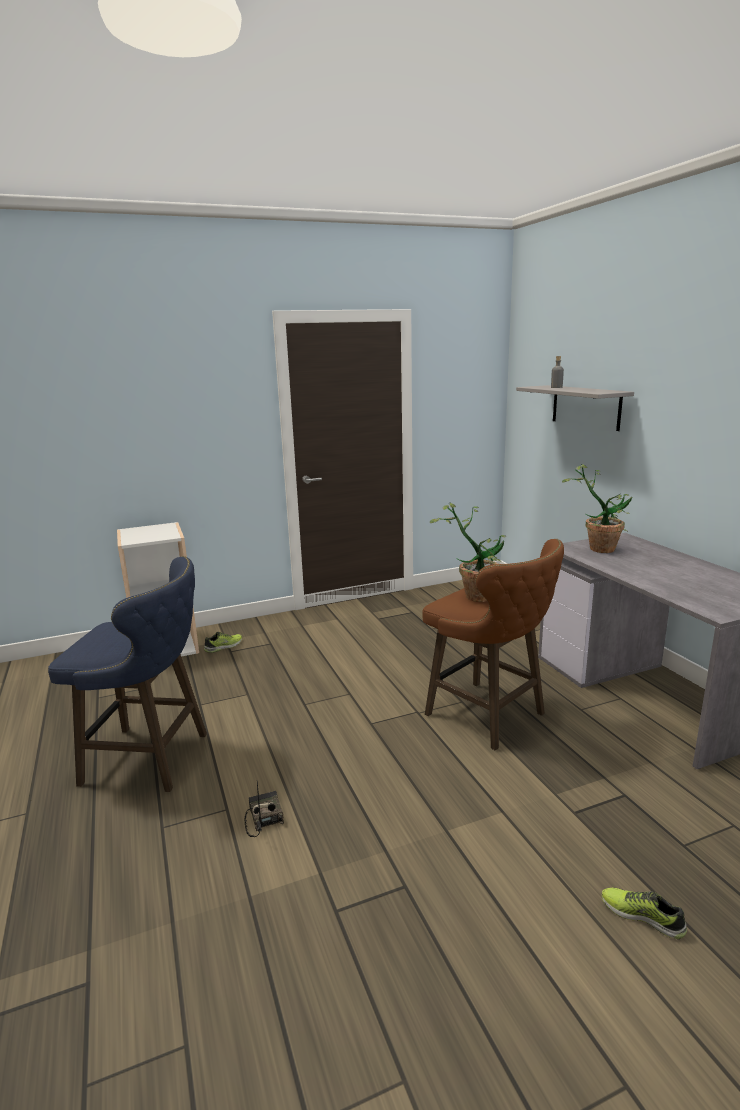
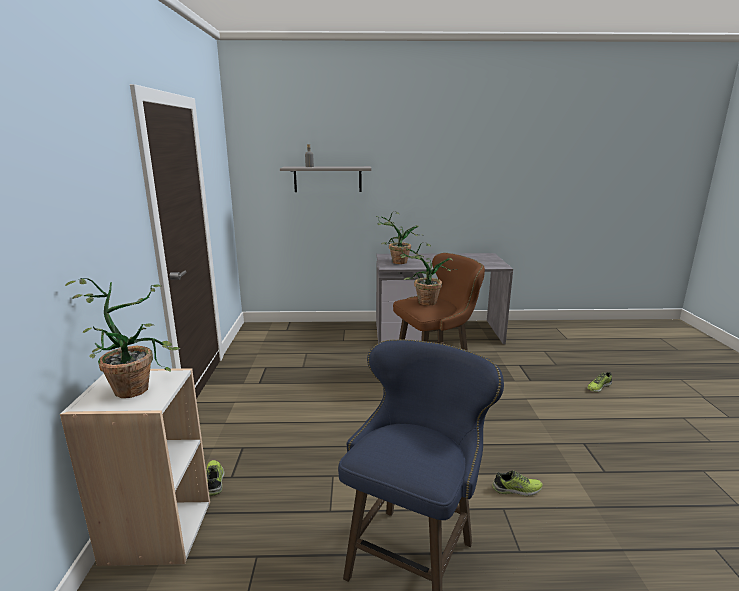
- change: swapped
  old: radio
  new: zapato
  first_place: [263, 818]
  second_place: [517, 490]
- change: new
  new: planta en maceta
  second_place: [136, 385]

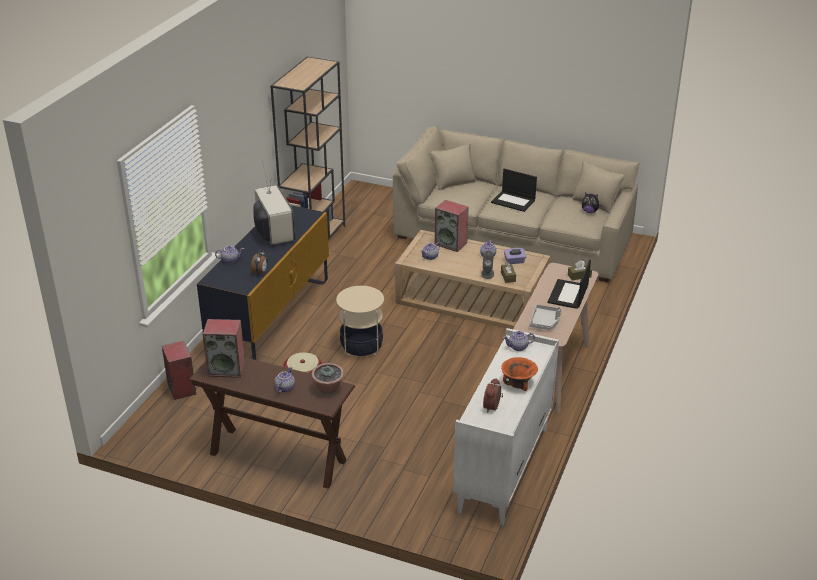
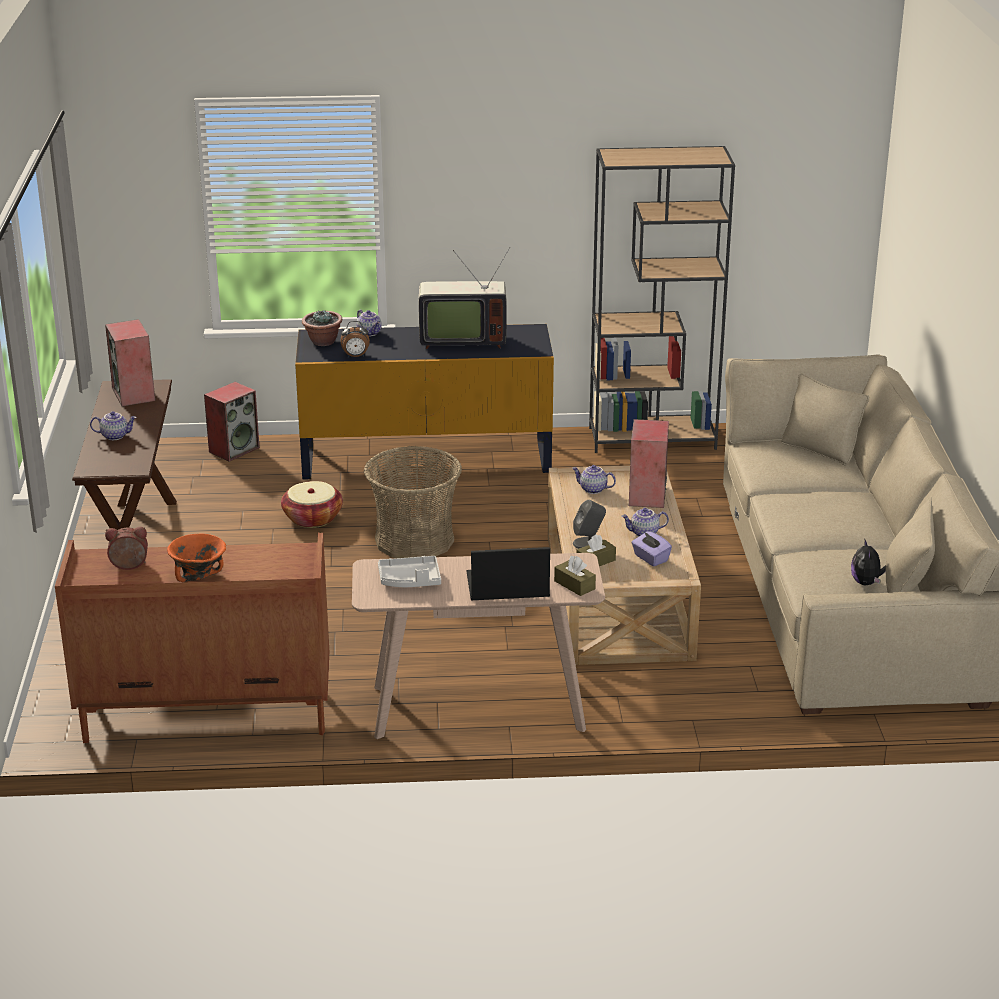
- change: rotated
  old: televisor
  first_place: [273, 233]
  second_place: [461, 340]
  degrees: 45
- change: shifted
  old: planta en maceta
  first_place: [328, 389]
  second_place: [323, 342]
- change: swapped
  old: mesa auxiliar [beis]
  new: cesta
  first_place: [361, 347]
  second_place: [414, 540]
- change: repainted
  old: armario [blanco]
  new: armario [marrón]
  first_place: [503, 469]
  second_place: [205, 717]
- change: gone
  old: portátil
  first_place: [513, 201]
- change: gone
  old: tetera
  first_place: [518, 347]

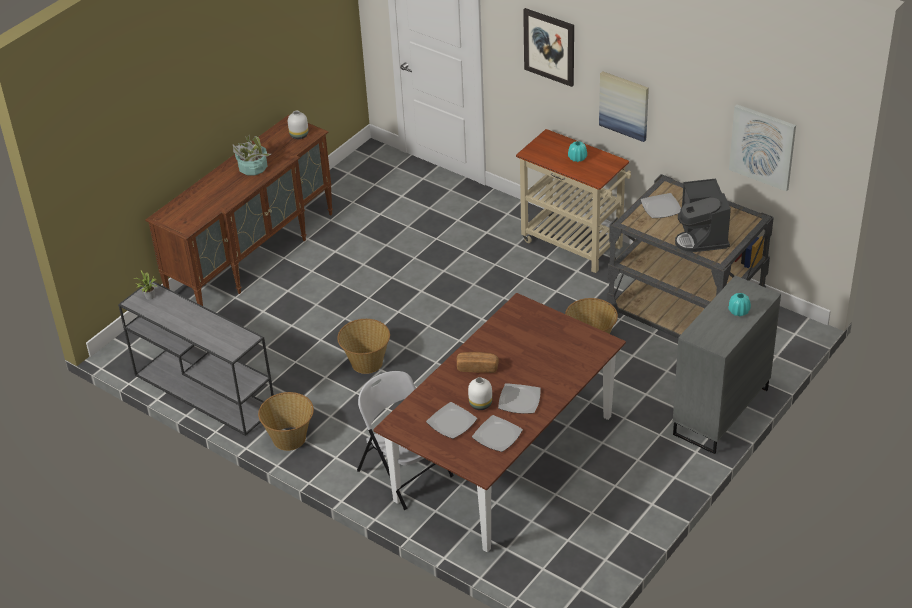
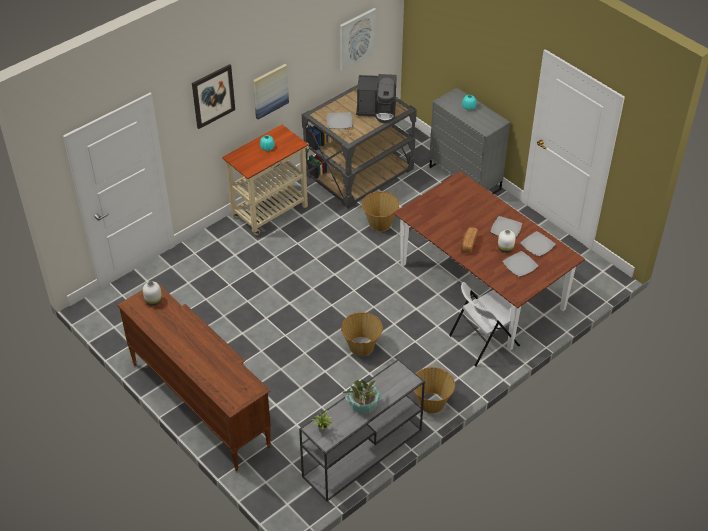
- change: shifted
  old: planta en maceta
  first_place: [253, 168]
  second_place: [363, 405]

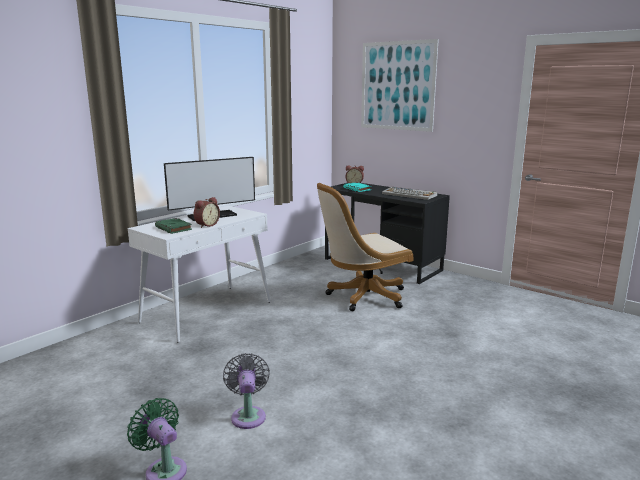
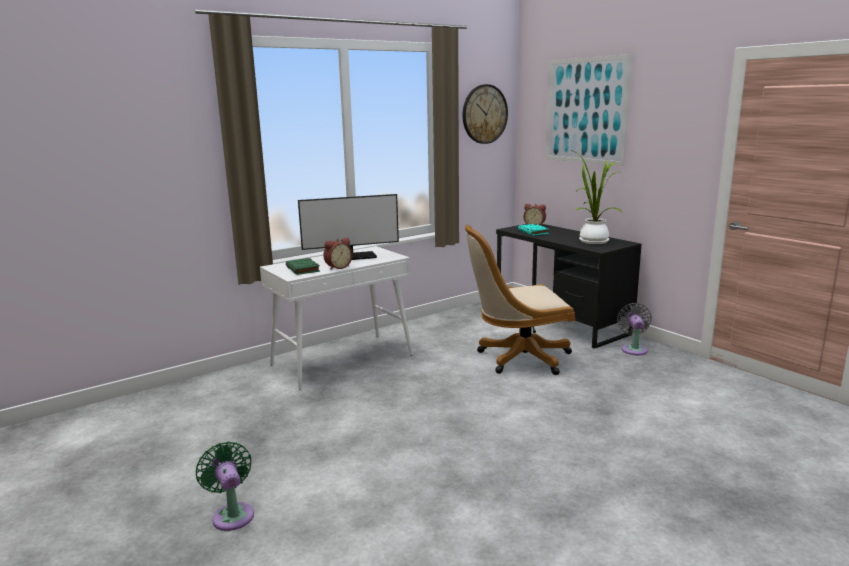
- change: shifted
  old: ventilador [gris]
  first_place: [248, 415]
  second_place: [633, 349]
- change: swapped
  old: teclado
  new: planta en maceta
  first_place: [410, 194]
  second_place: [591, 241]
- change: new
  new: reloj de pared
  second_place: [484, 114]

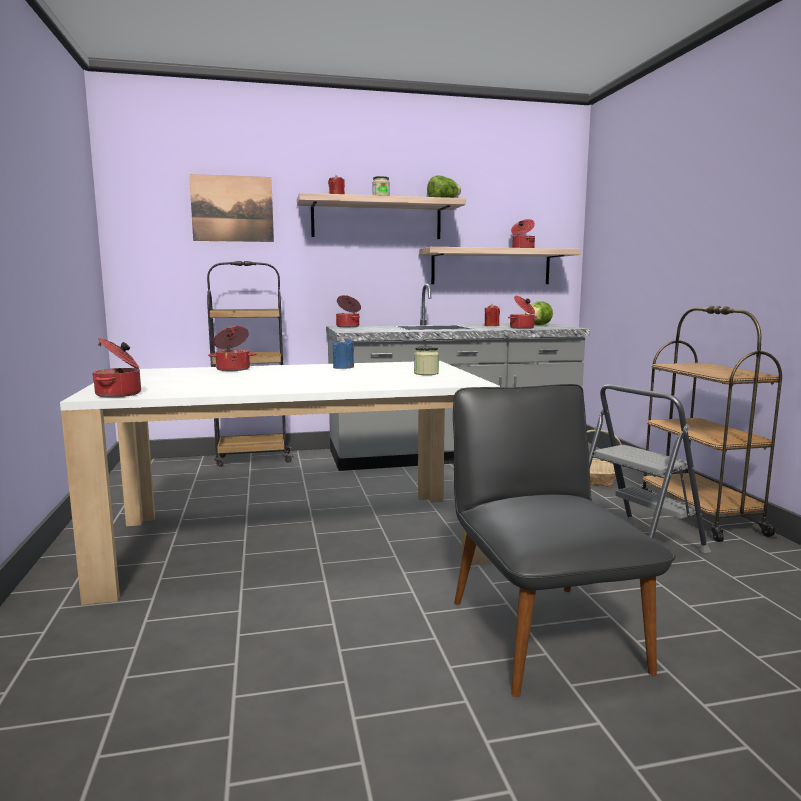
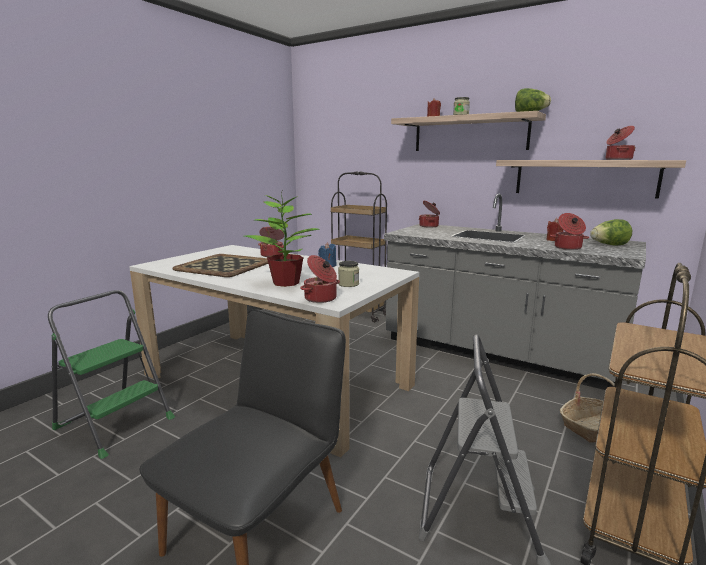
- change: shifted
  old: olla
  first_place: [120, 394]
  second_place: [321, 298]
- change: gone
  old: cuadro
  first_place: [232, 208]
- change: new
  new: escalera de tijera [verde]
  second_place: [112, 421]
- change: new
  new: bandeja
  second_place: [223, 266]
- change: new
  new: planta en maceta
  second_place: [287, 283]

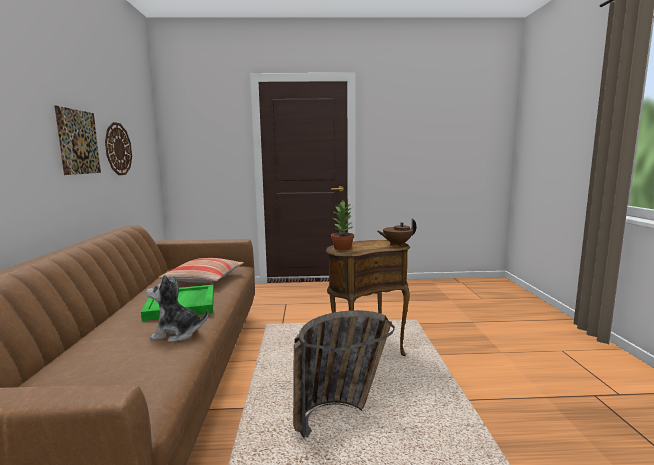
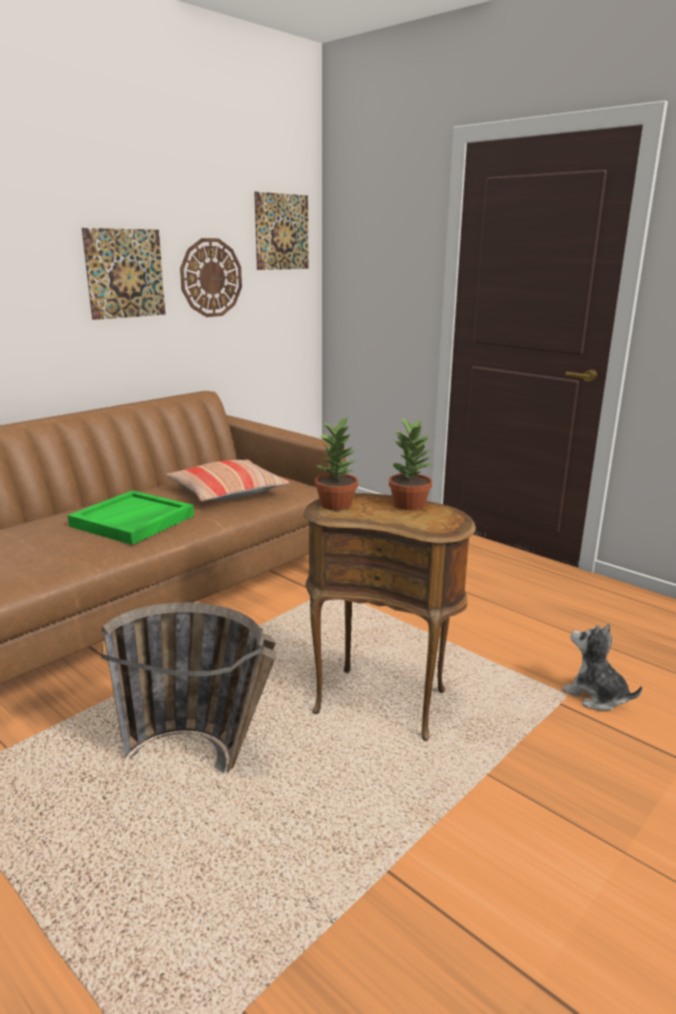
- change: shifted
  old: peluche
  first_place: [177, 334]
  second_place: [595, 696]
- change: gone
  old: tetera [marrón]
  first_place: [396, 244]
- change: new
  new: cuadro
  second_place: [282, 232]
- change: new
  new: planta en maceta
  second_place: [409, 504]

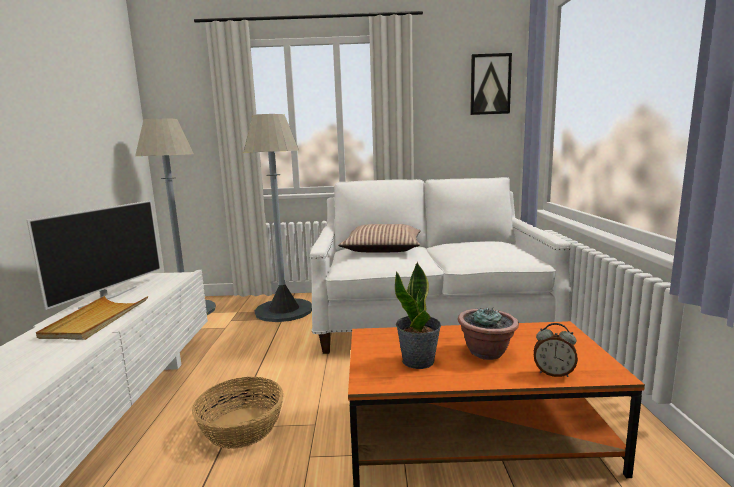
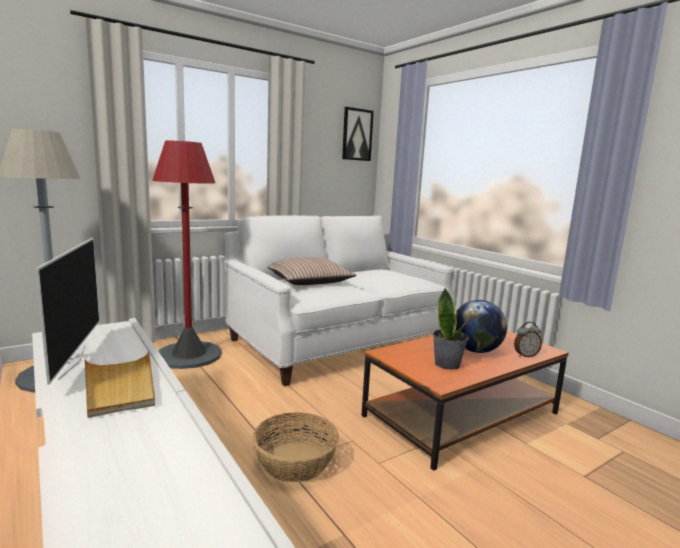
- change: repainted
  old: lámpara de pie [gris]
  new: lámpara de pie [rojo]
  first_place: [284, 310]
  second_place: [189, 355]
- change: swapped
  old: planta en maceta
  new: globo terráqueo
  first_place: [486, 352]
  second_place: [475, 351]

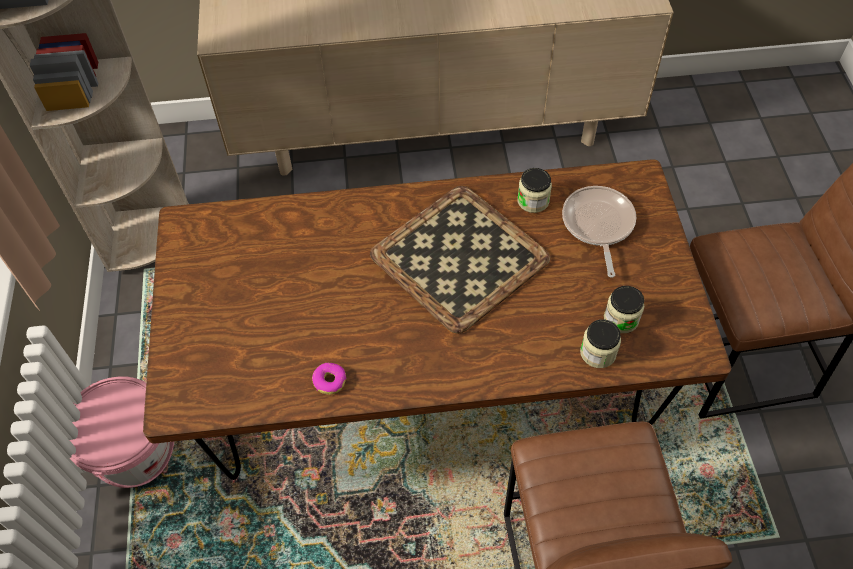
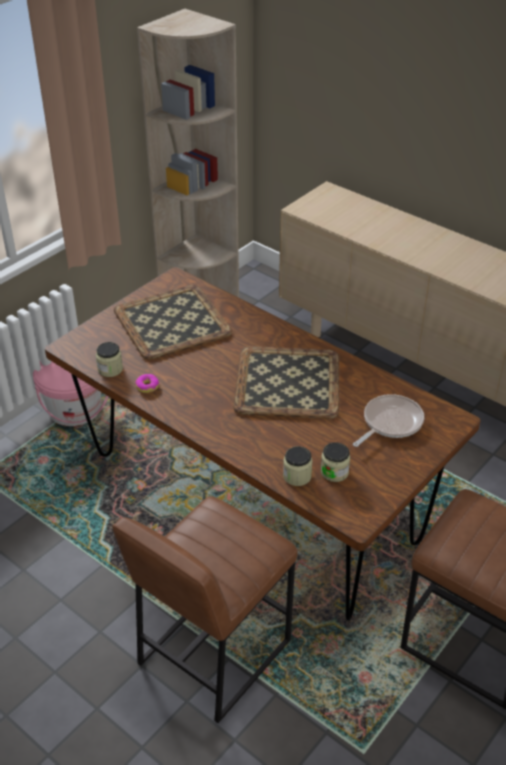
- change: shifted
  old: tarro
  first_place: [533, 201]
  second_place: [110, 369]
- change: new
  new: bandeja
  second_place: [173, 322]

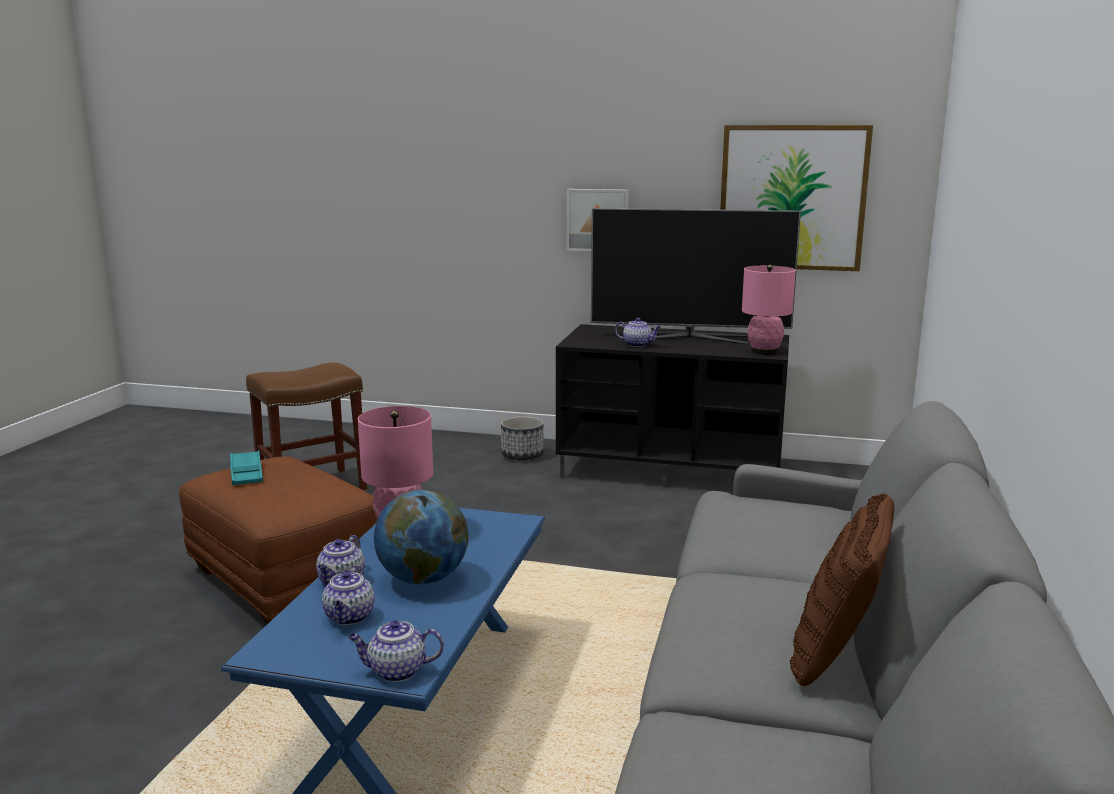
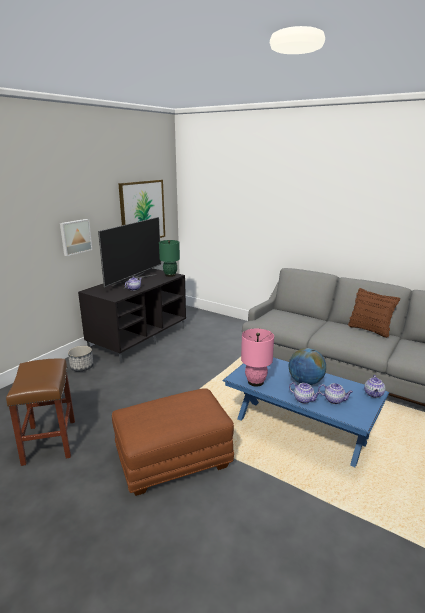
- change: gone
  old: bandeja [turquesa]
  first_place: [246, 473]
- change: repainted
  old: lámpara de mesa [rosa]
  new: lámpara de mesa [verde]
  first_place: [764, 351]
  second_place: [170, 275]

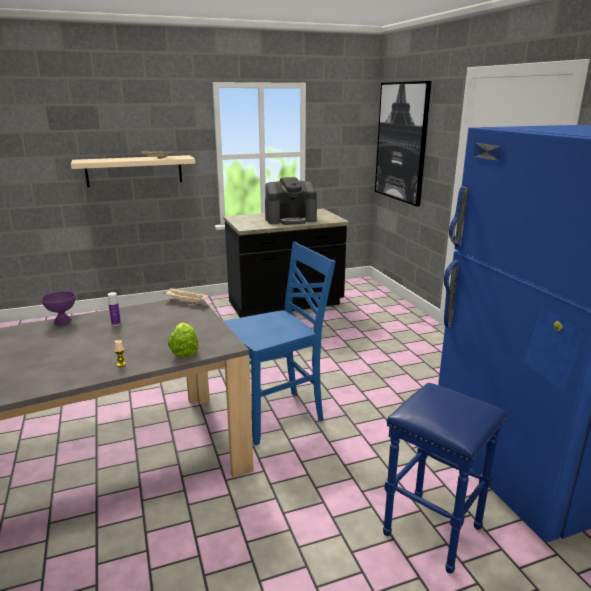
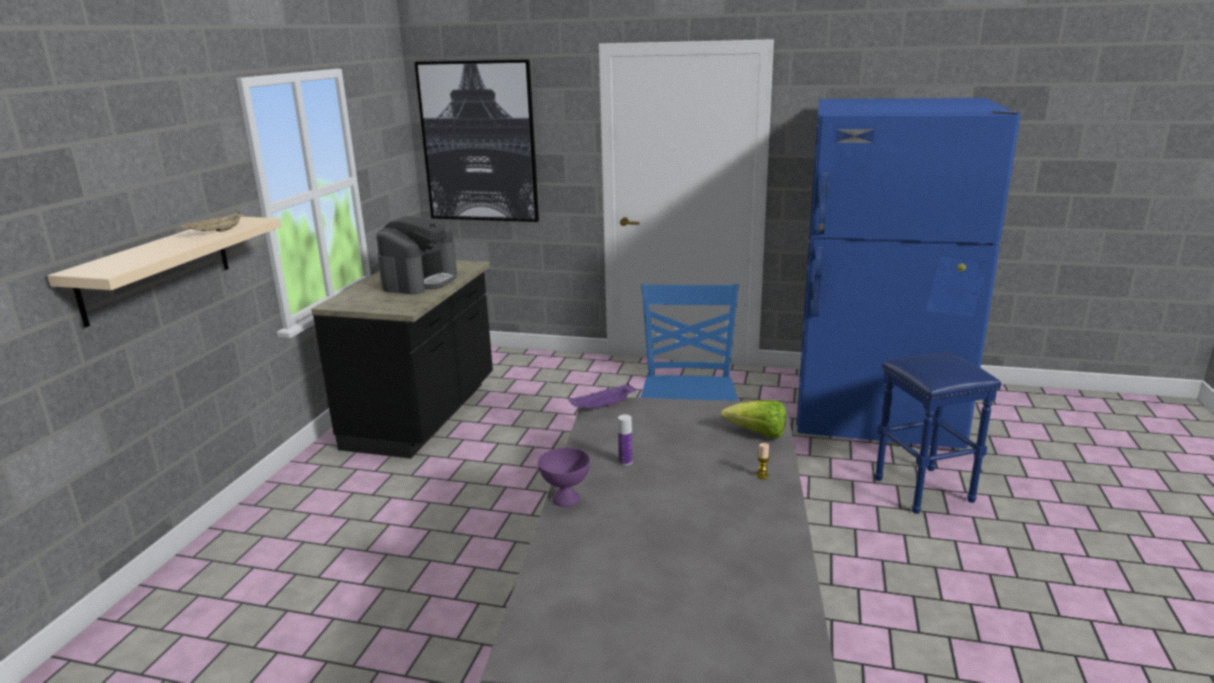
- change: repainted
  old: bandeja [beis]
  new: bandeja [morado]
  first_place: [185, 302]
  second_place: [603, 407]

